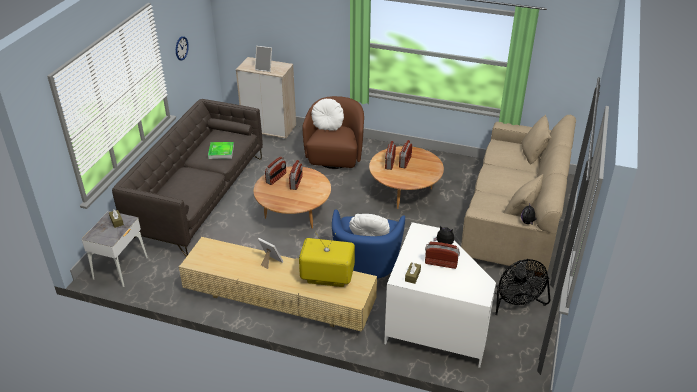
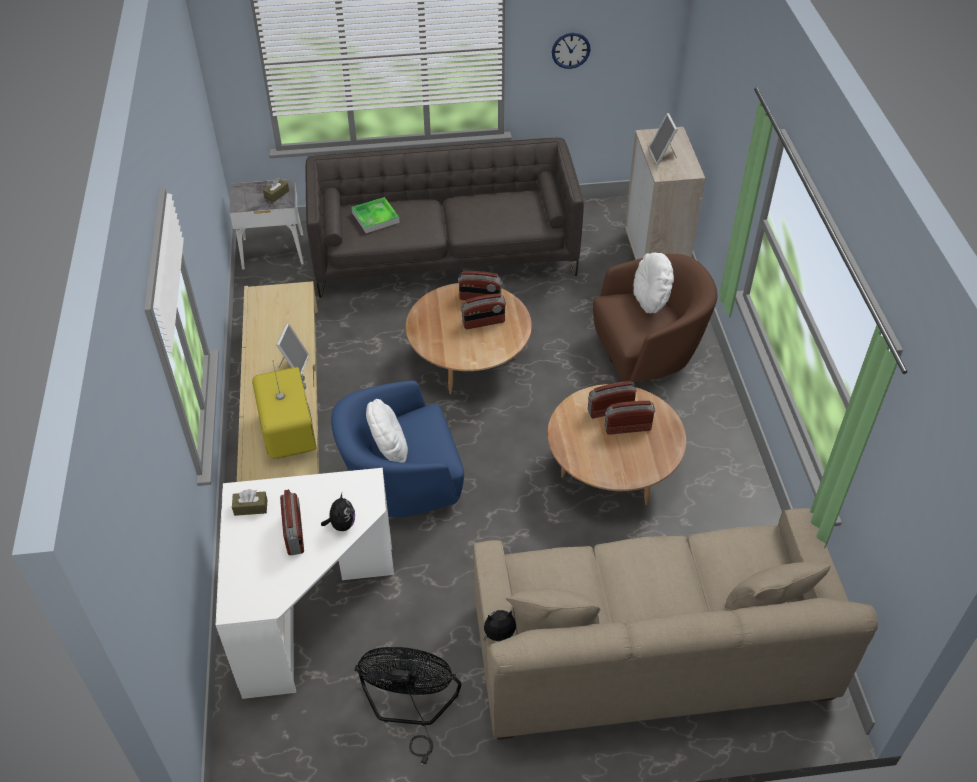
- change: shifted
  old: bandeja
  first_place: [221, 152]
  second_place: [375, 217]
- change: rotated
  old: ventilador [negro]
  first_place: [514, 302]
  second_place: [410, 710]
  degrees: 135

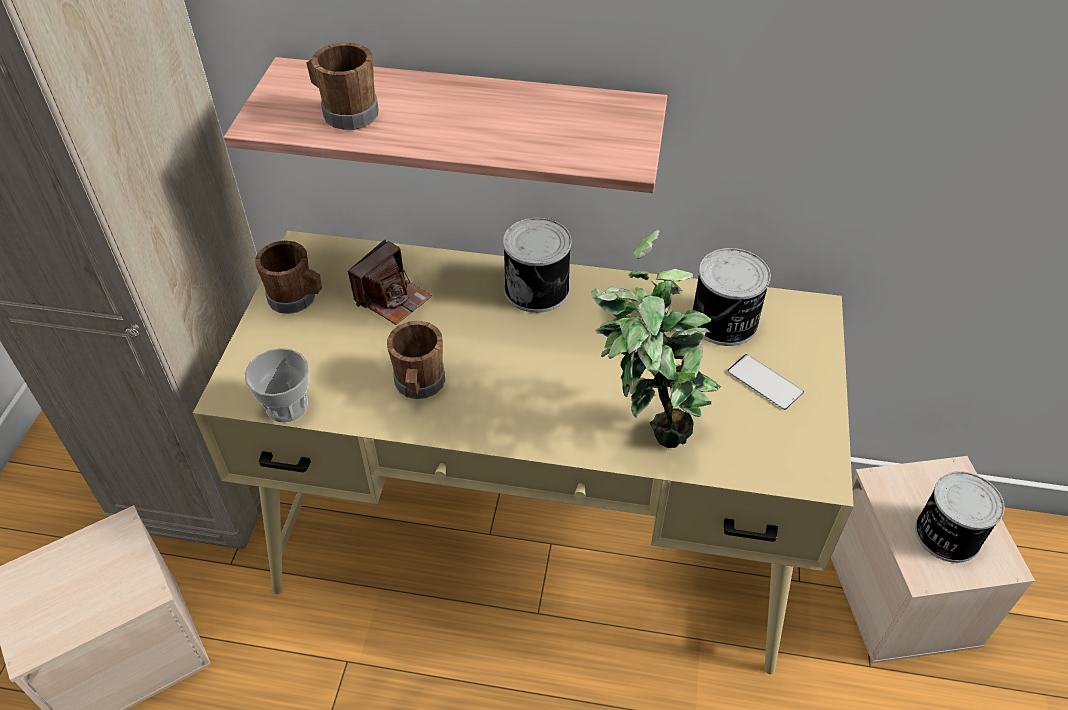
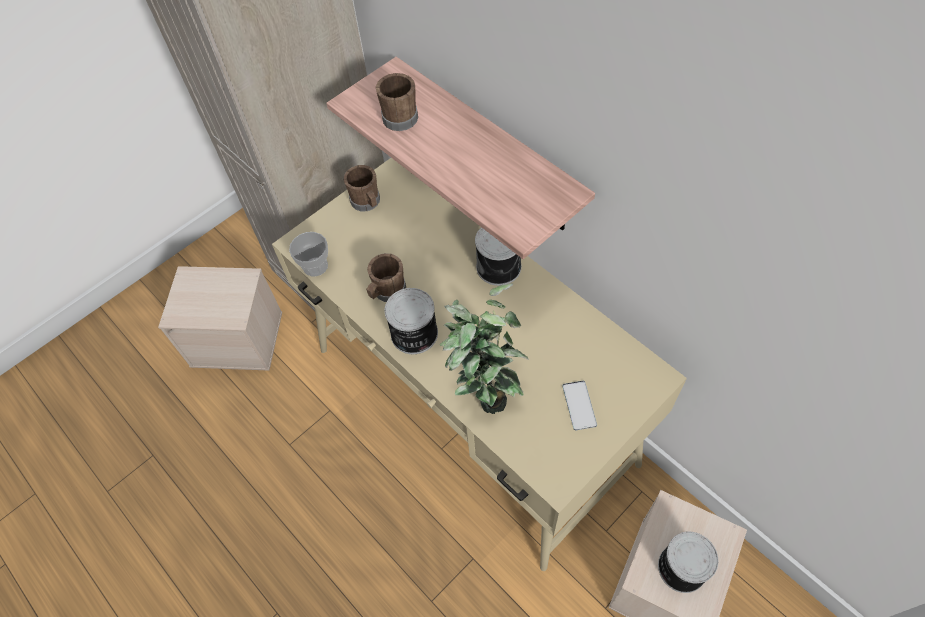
- change: gone
  old: cámara
  first_place: [392, 298]
- change: shifted
  old: lata
  first_place: [725, 322]
  second_place: [414, 334]

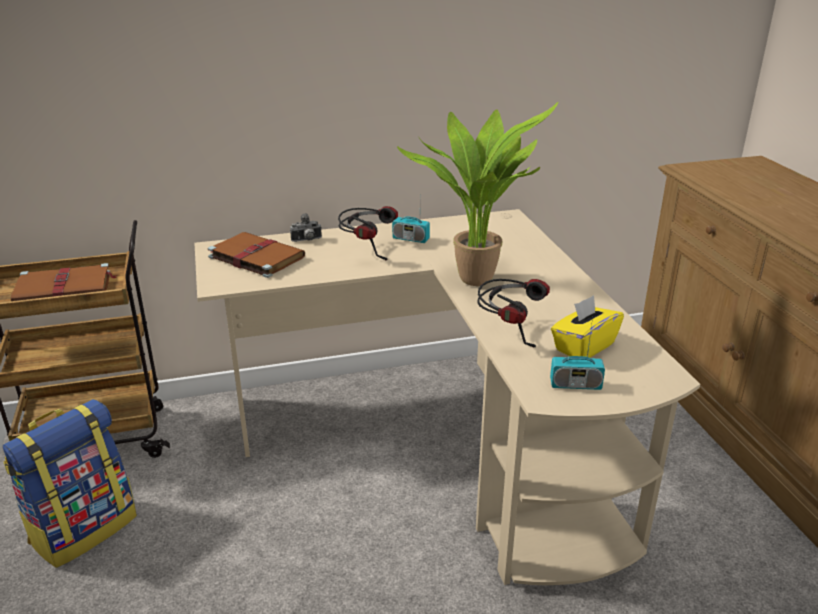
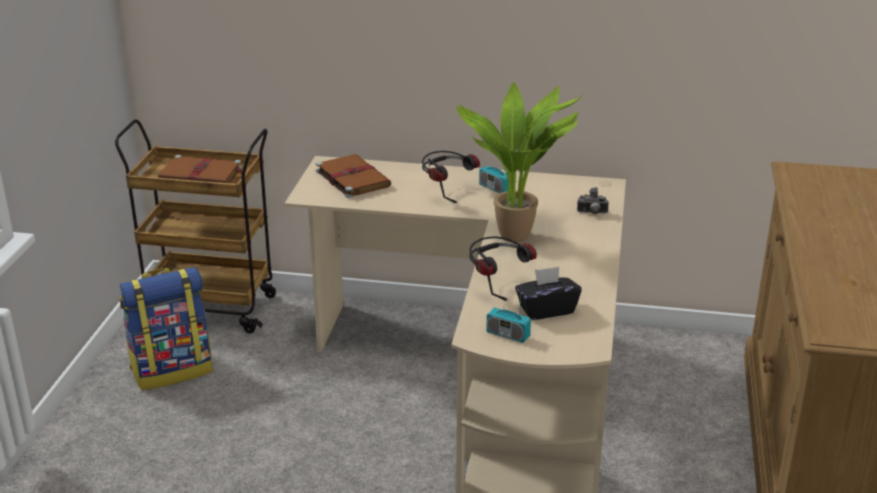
- change: shifted
  old: cámara
  first_place: [307, 240]
  second_place: [592, 213]
- change: repainted
  old: caja de pañuelos [amarillo]
  new: caja de pañuelos [negro]
  first_place: [583, 347]
  second_place: [546, 310]

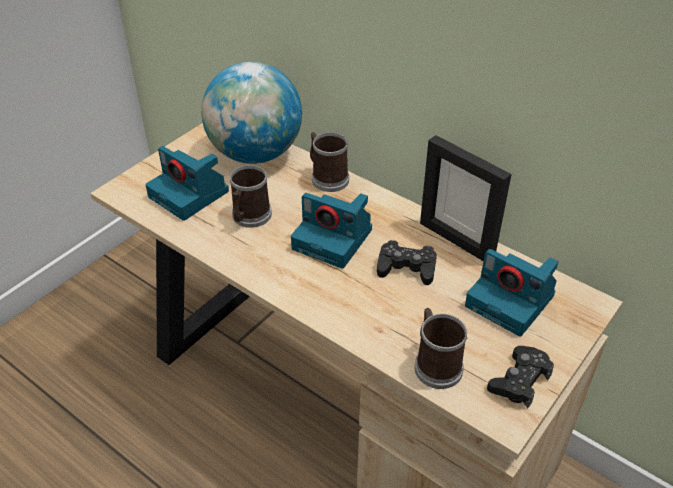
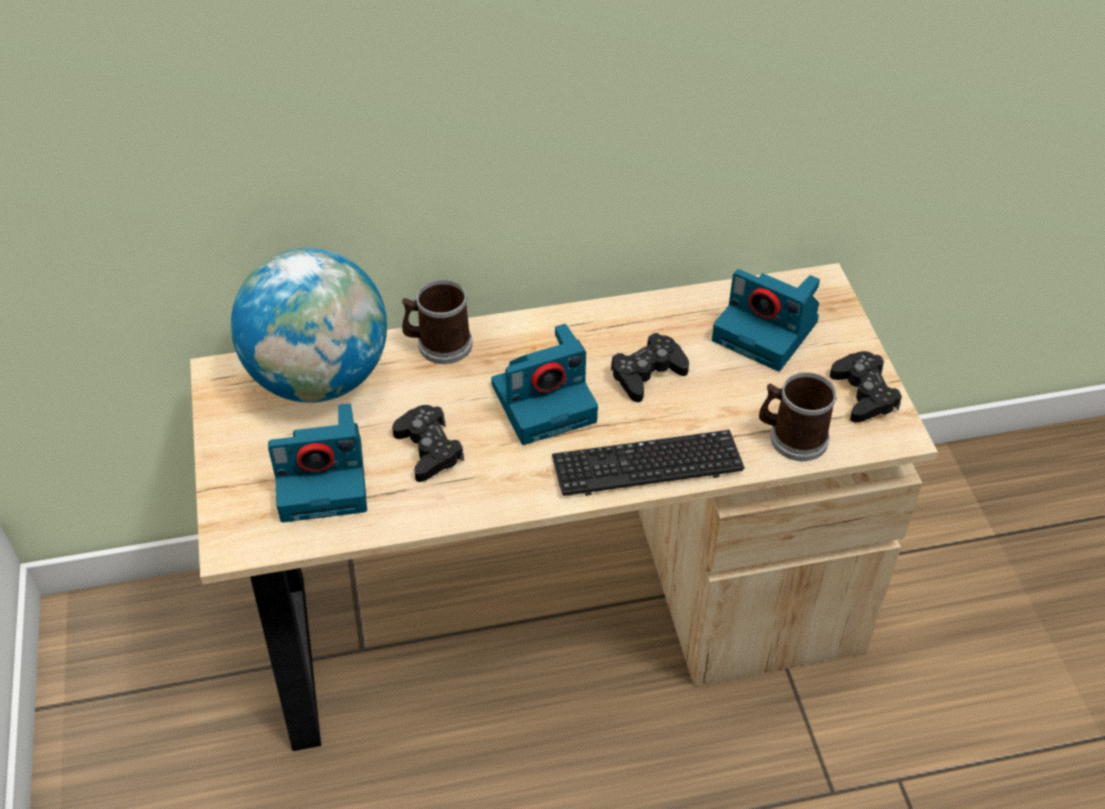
- change: swapped
  old: taza grande
  new: mando de consola [negro]
  first_place: [249, 217]
  second_place: [428, 449]
- change: gone
  old: portarretratos
  first_place: [457, 239]
- change: rotated
  old: cámara
  first_place: [512, 301]
  second_place: [767, 331]
  degrees: 45
- change: new
  new: teclado
  second_place: [647, 465]

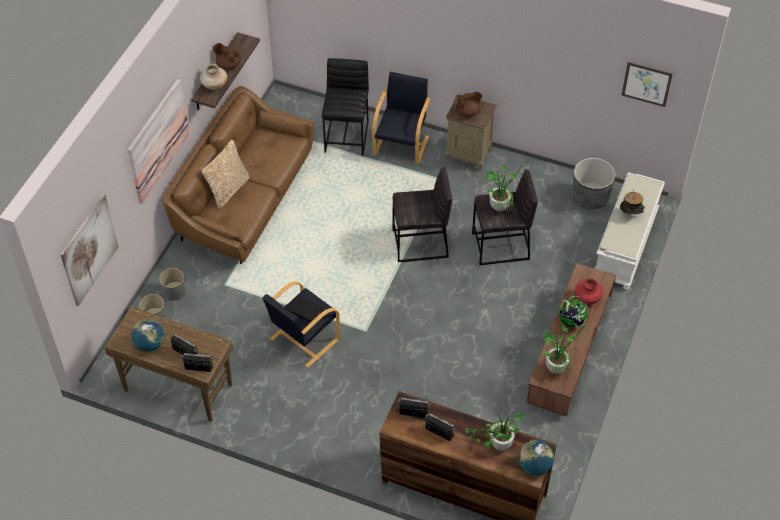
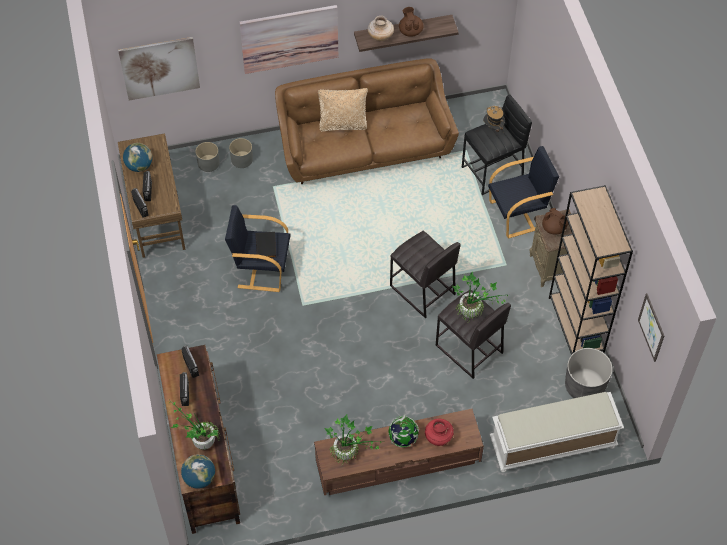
- change: shifted
  old: sombrero
  first_place: [630, 214]
  second_place: [493, 128]
- change: new
  new: estantería [beis]
  second_place: [576, 325]

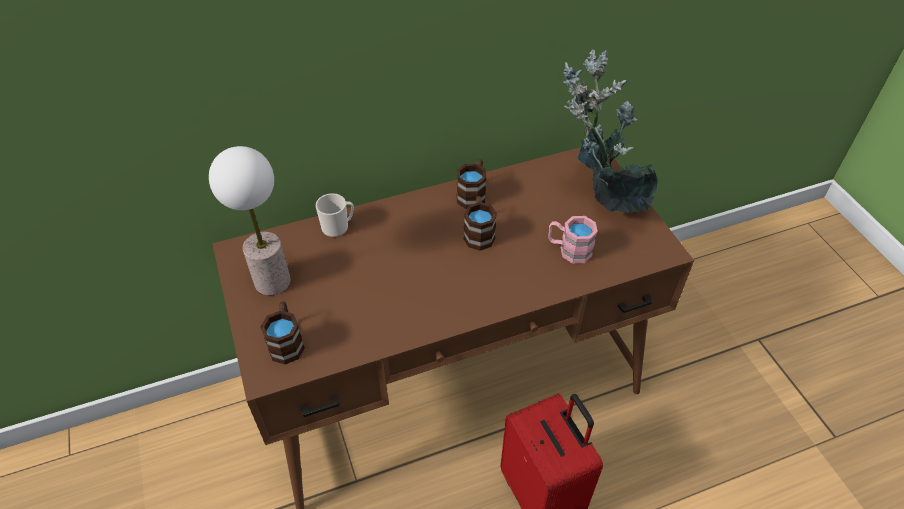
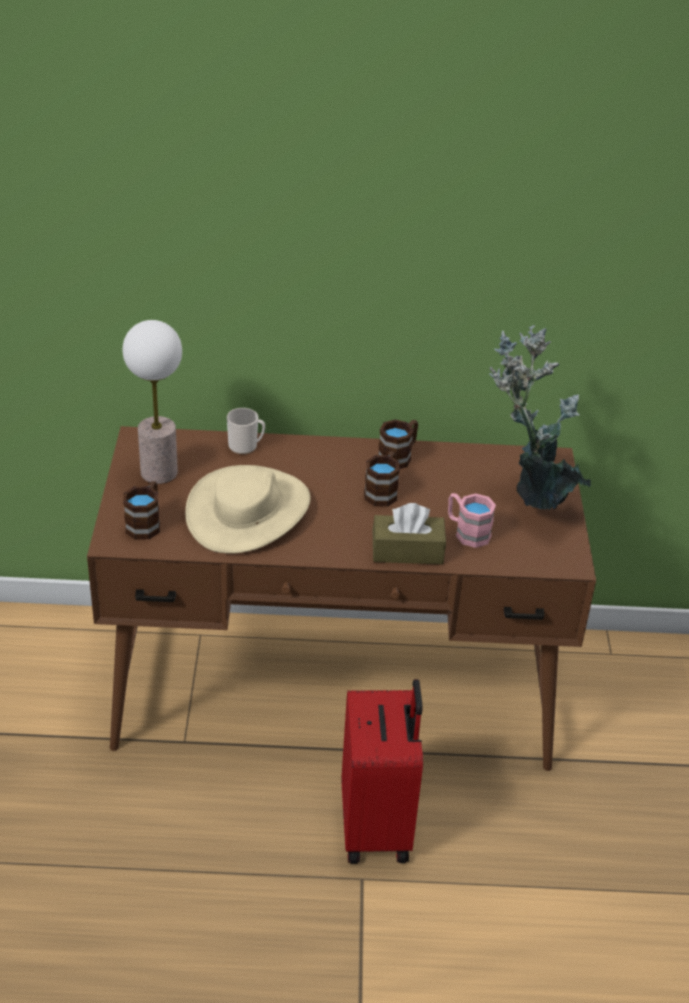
- change: new
  new: sombrero [beis]
  second_place: [249, 511]
- change: new
  new: caja de pañuelos [marrón]
  second_place: [407, 551]

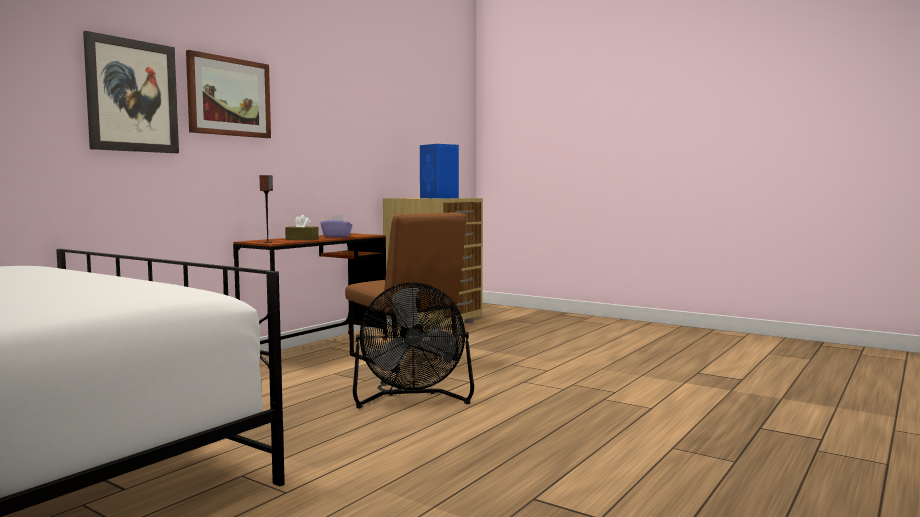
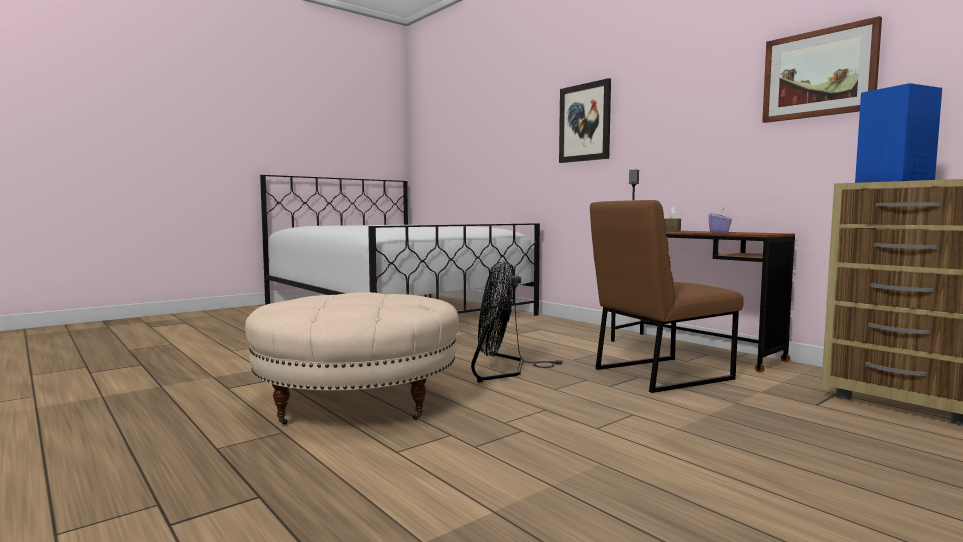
- change: shifted
  old: cuadro
  first_place: [229, 97]
  second_place: [819, 74]
- change: new
  new: puf [beis]
  second_place: [357, 400]

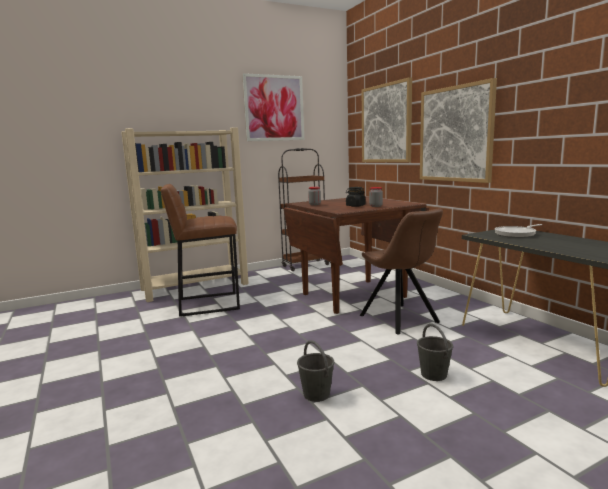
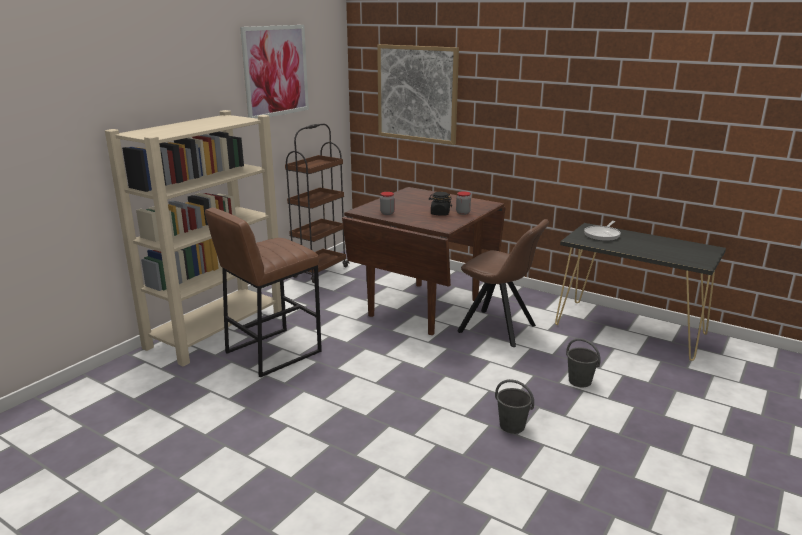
- change: gone
  old: cuadro
  first_place: [455, 134]

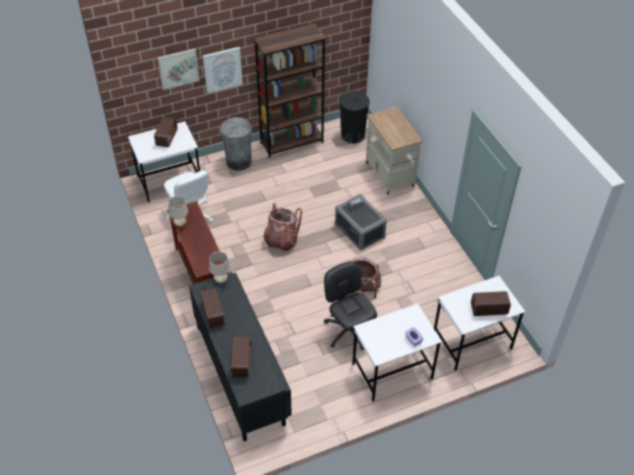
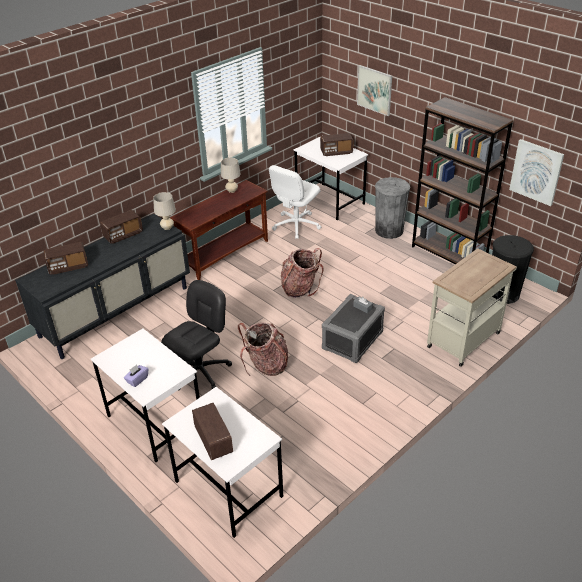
- change: shifted
  old: cuadro
  first_place: [222, 69]
  second_place: [536, 172]

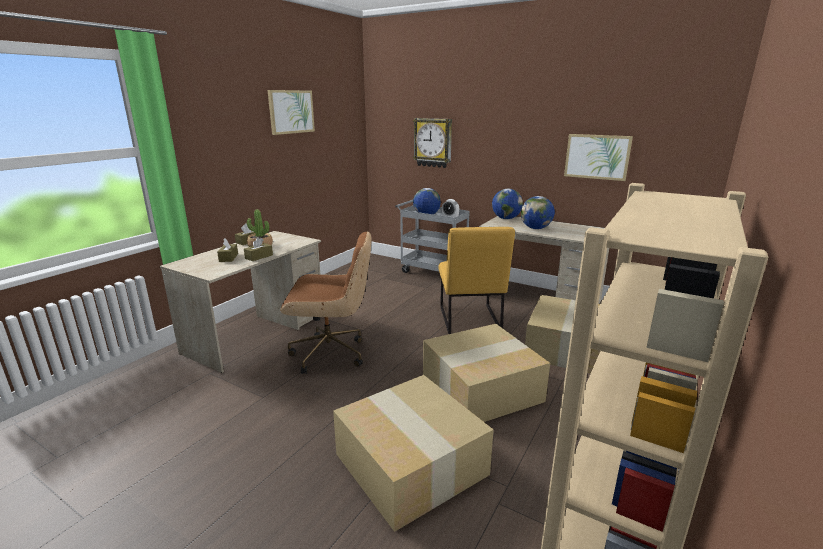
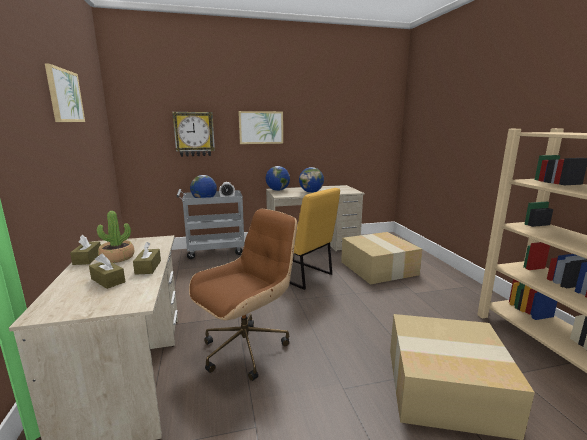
- change: gone
  old: caja de cartón
  first_place: [481, 389]
- change: shifted
  old: cuadro
  first_place: [597, 156]
  second_place: [261, 127]

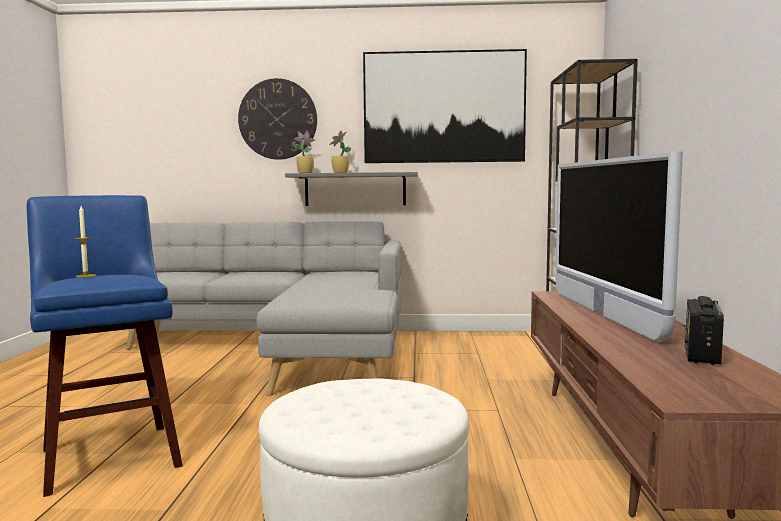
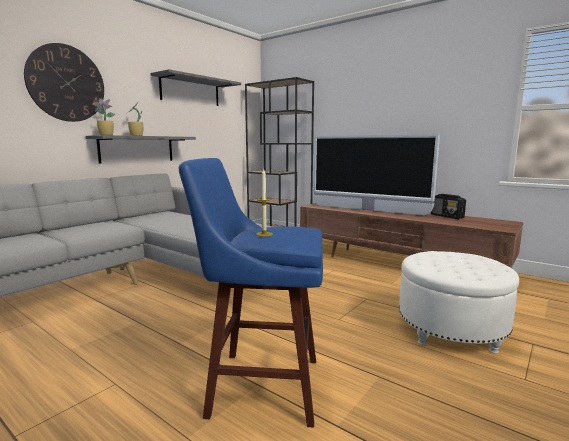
- change: swapped
  old: cuadro
  new: estante [gris]
  first_place: [444, 107]
  second_place: [190, 91]

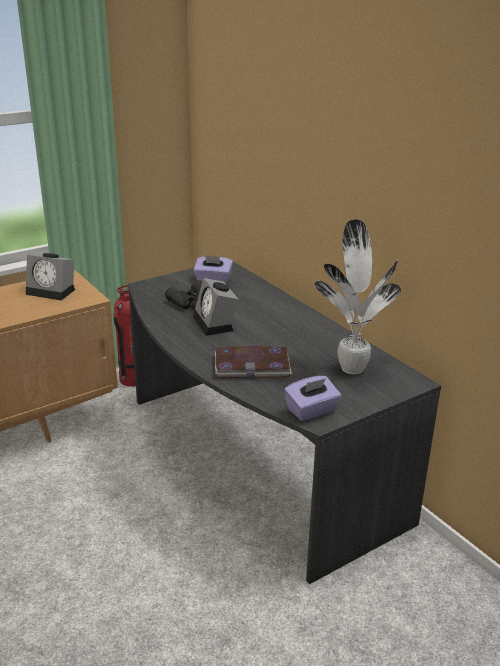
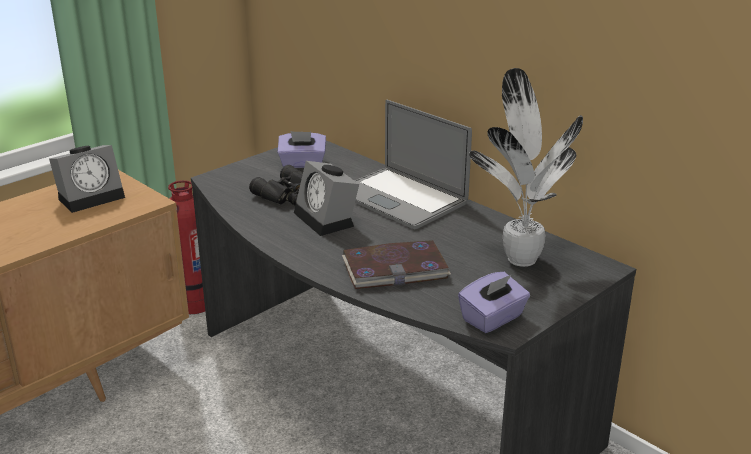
- change: rotated
  old: despertador
  first_place: [53, 291]
  second_place: [92, 197]
  degrees: -45
- change: new
  new: portátil
  second_place: [400, 198]

